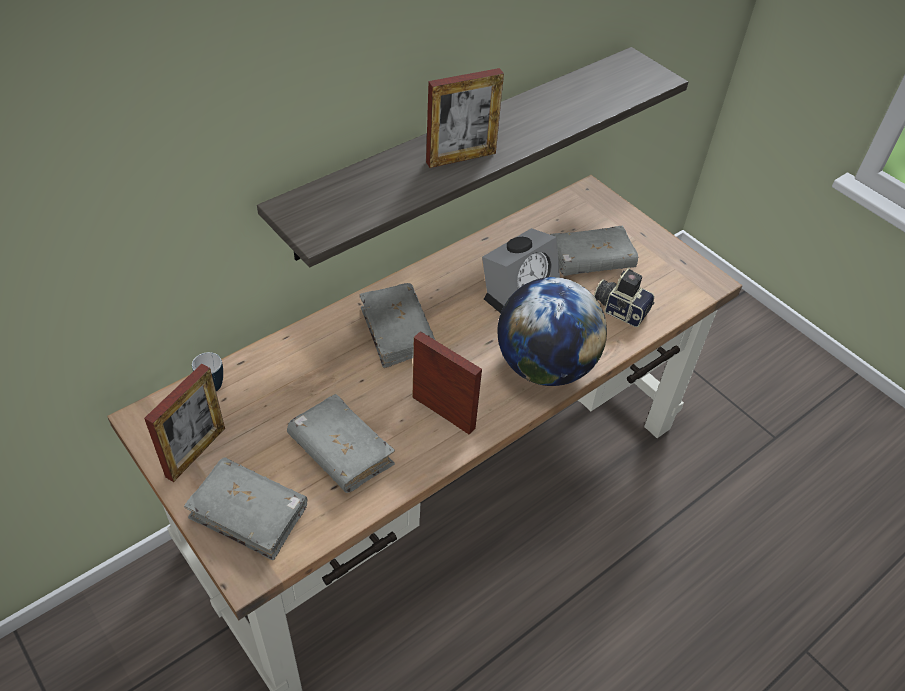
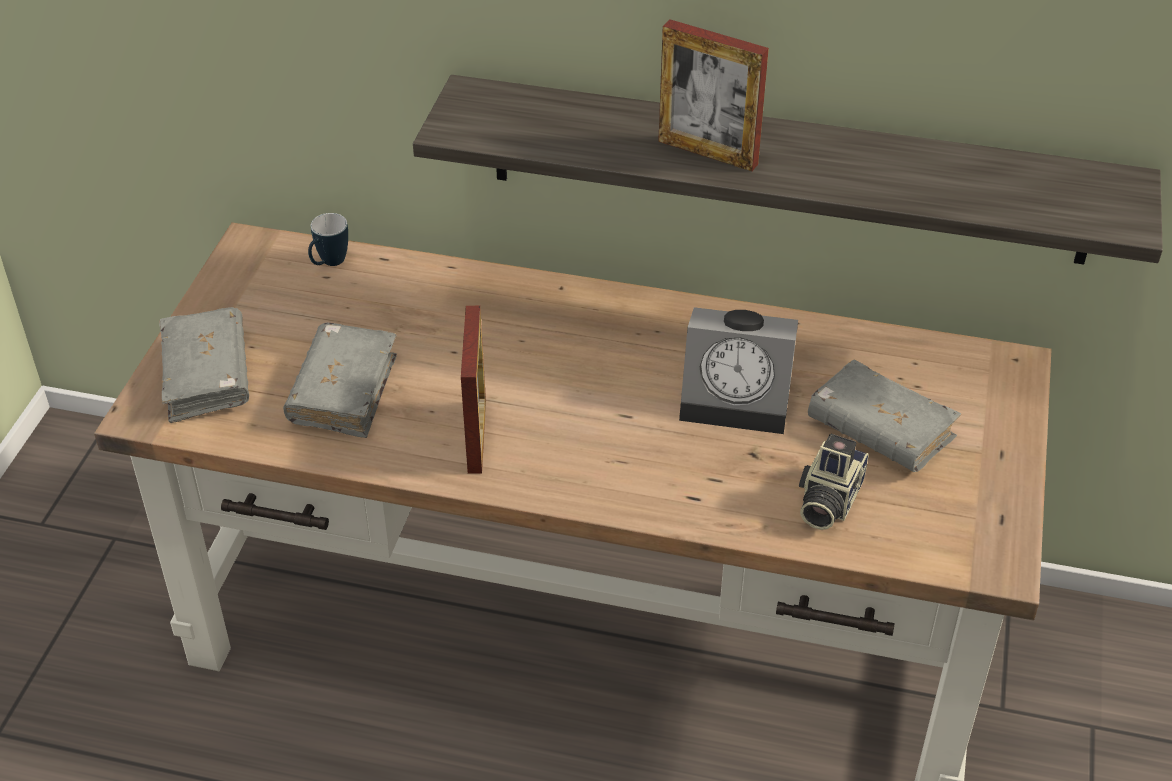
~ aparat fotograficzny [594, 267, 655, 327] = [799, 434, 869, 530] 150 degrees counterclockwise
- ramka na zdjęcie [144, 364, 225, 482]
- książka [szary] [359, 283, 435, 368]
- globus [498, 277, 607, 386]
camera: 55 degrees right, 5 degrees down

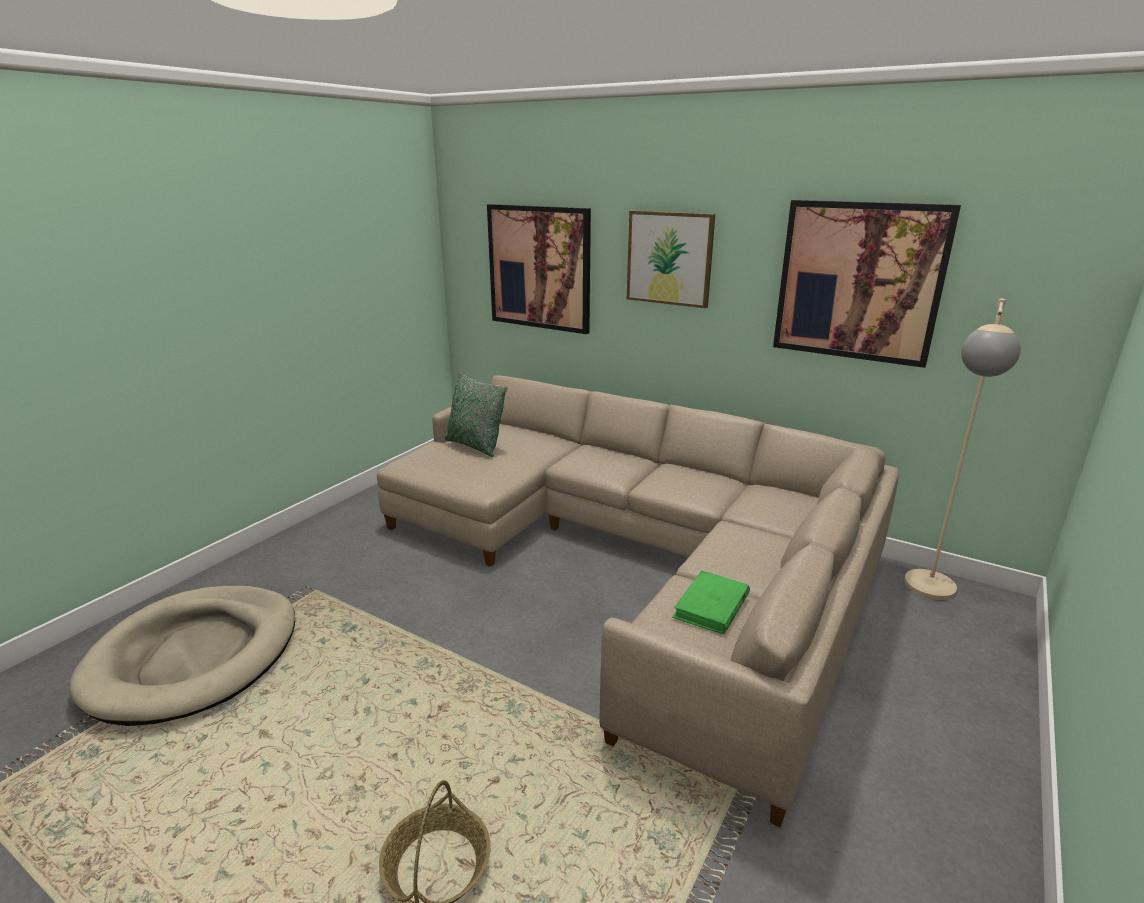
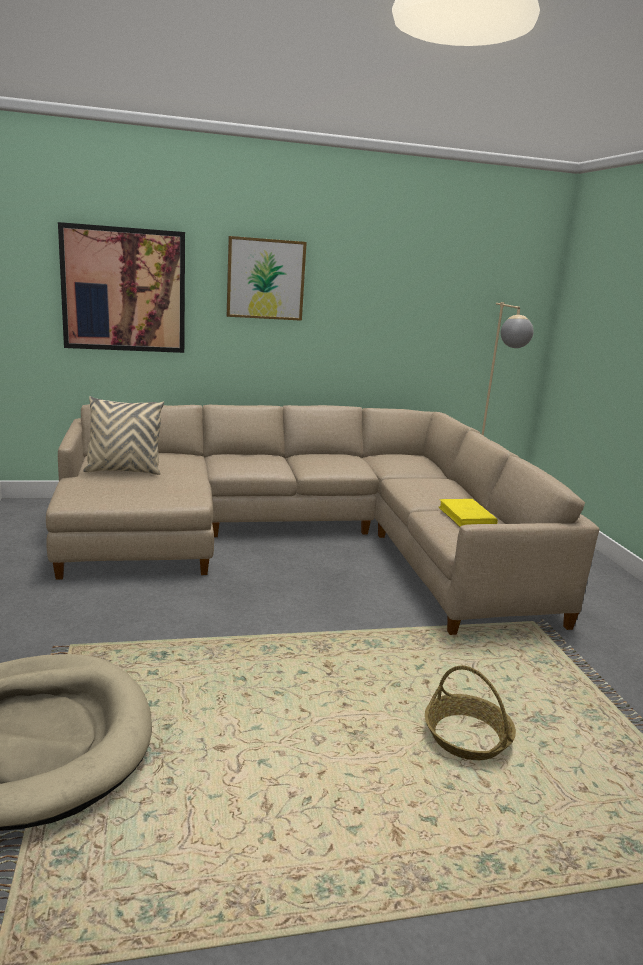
~ poduszka [zielony] [445, 372, 507, 457] to poduszka [beżowy] [83, 396, 164, 475]
~ książka [zielony] [672, 571, 750, 634] to książka [żółty] [439, 499, 498, 527]
- obraz [773, 200, 961, 368]
camera: 45 degrees left, 5 degrees down

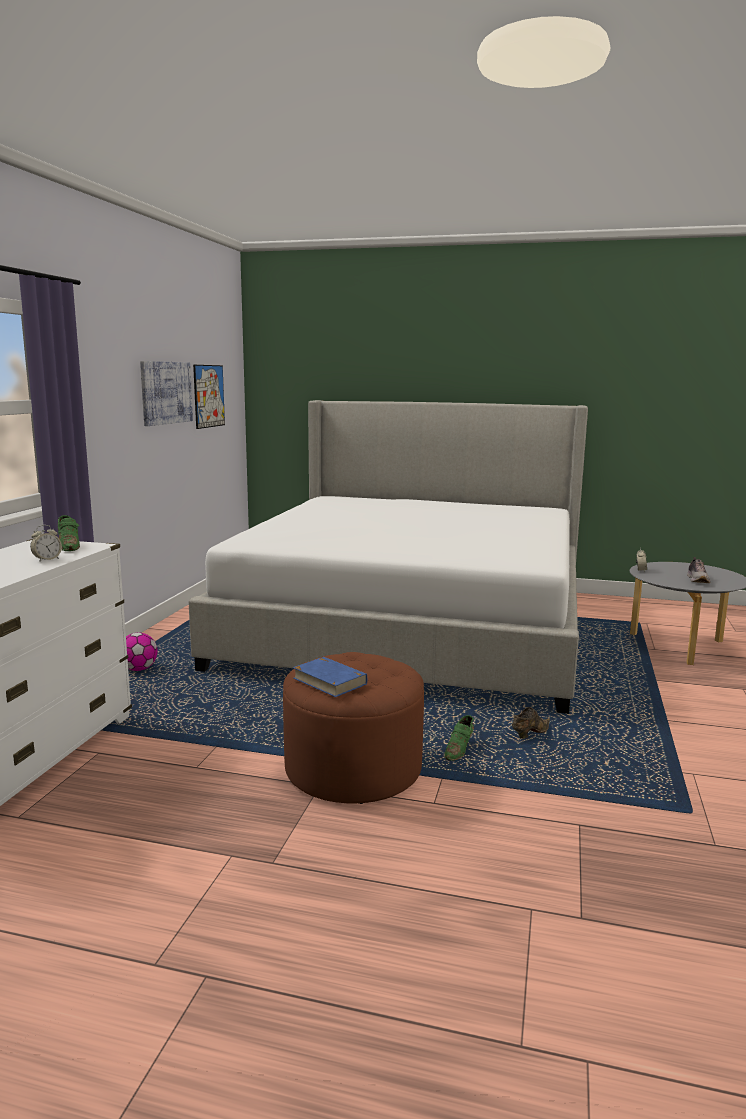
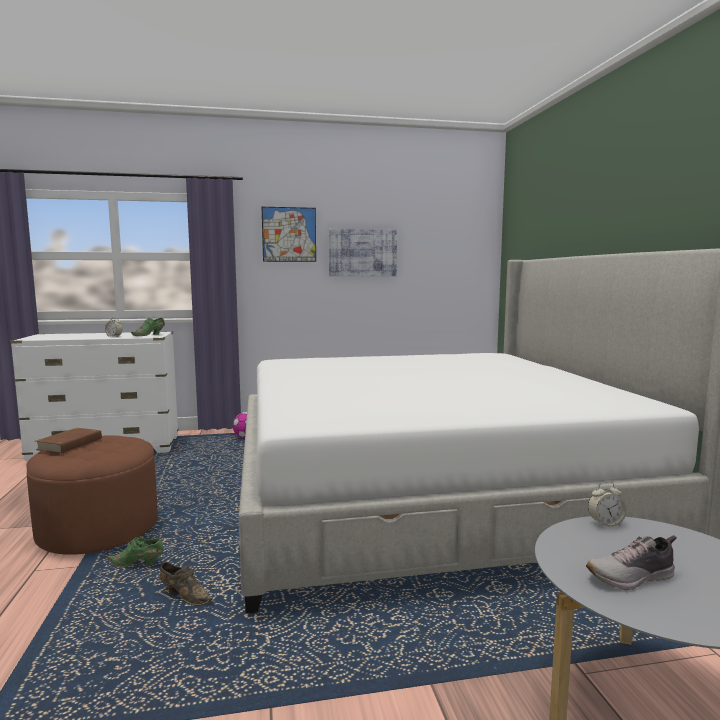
~ książka [niebieski] [293, 657, 367, 697] to książka [brązowy] [35, 428, 102, 453]
~ obraz [193, 365, 225, 429] to [262, 207, 316, 262]
camera: 65 degrees right, 5 degrees down

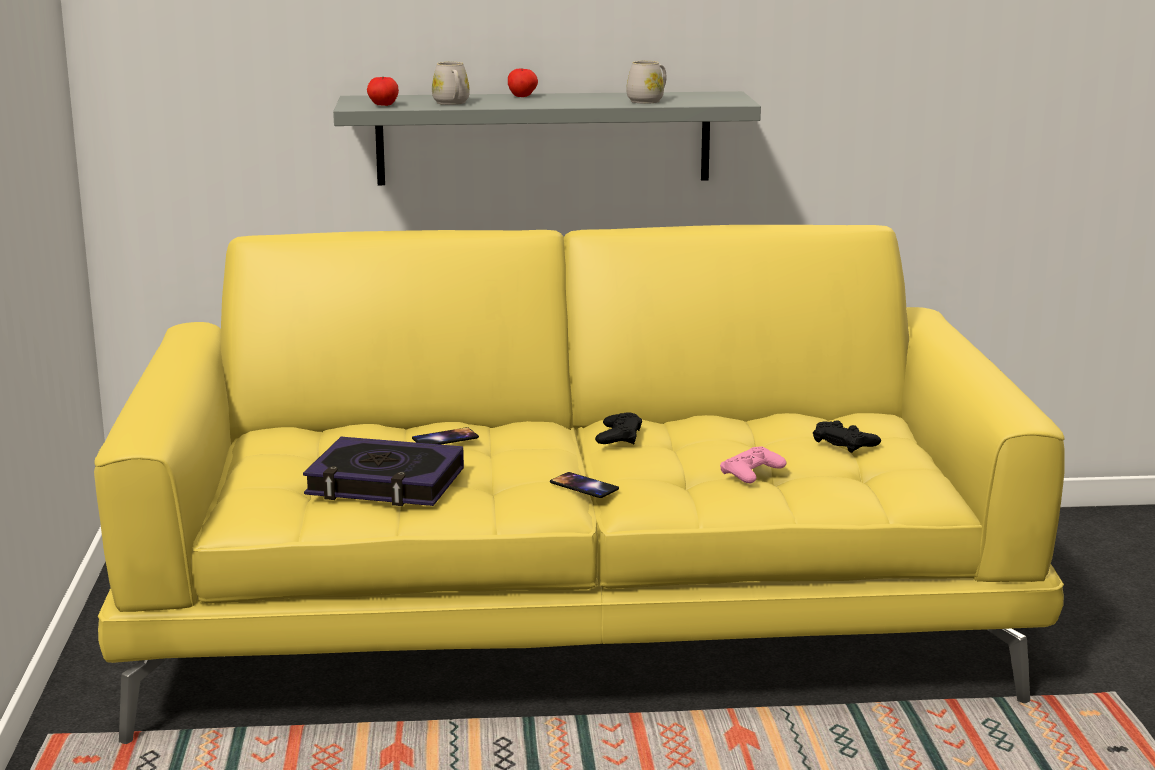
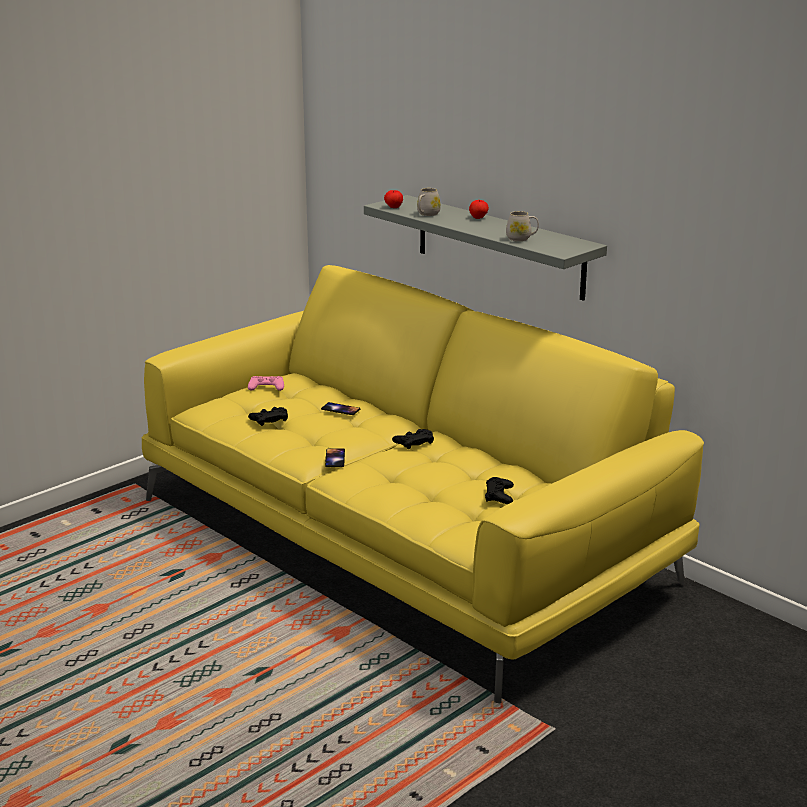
~ pad do gier [różowy] [720, 446, 786, 483] to [248, 376, 284, 391]
~ książka [303, 437, 464, 506] to pad do gier [czarny] [248, 407, 288, 426]
camera: 50 degrees right, 5 degrees up

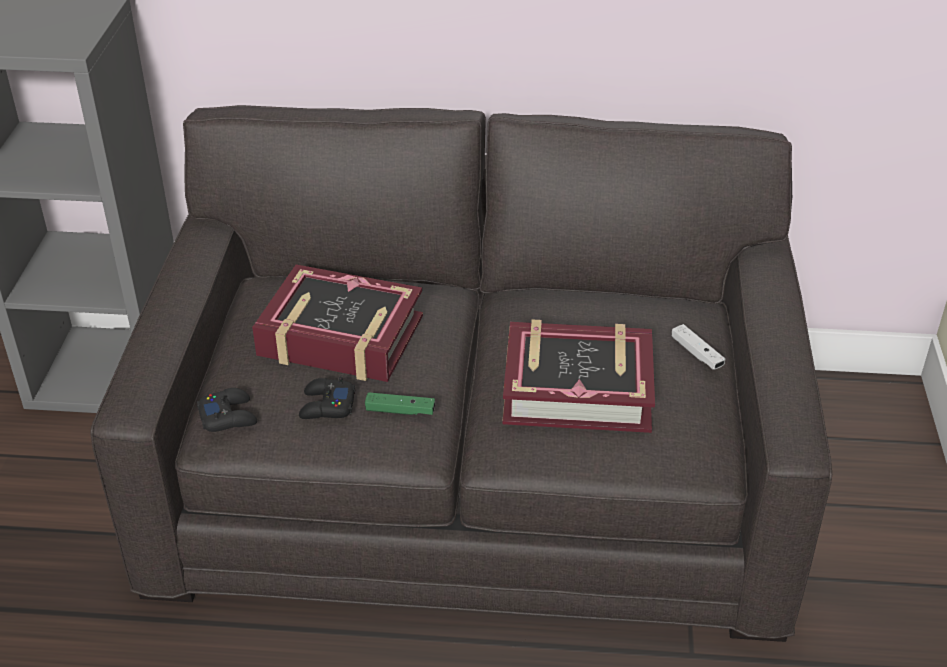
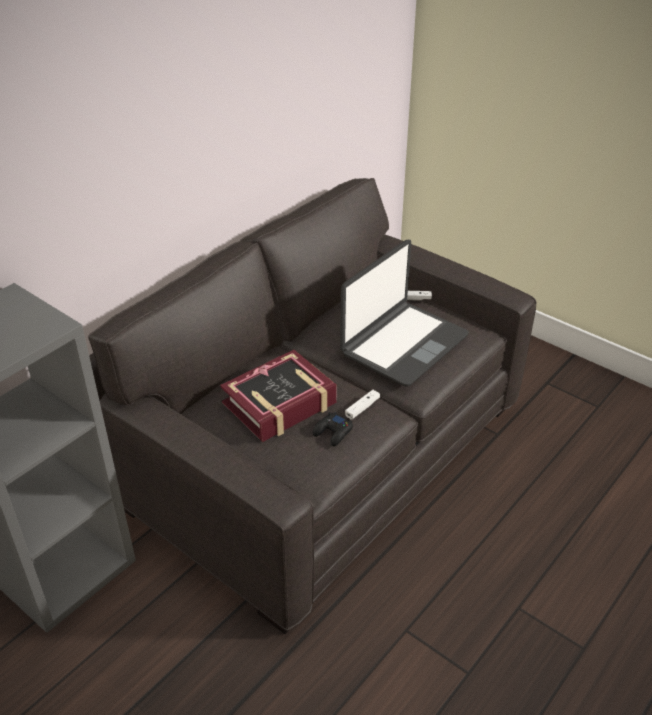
~ książka [502, 319, 655, 433] to laptop [340, 240, 469, 387]
~ pad do gier [zielony] [365, 392, 435, 415] to pad do gier [biały] [345, 390, 380, 420]
- pad do gier [czarny] [197, 388, 257, 432]
camera: 55 degrees left, 0 degrees up

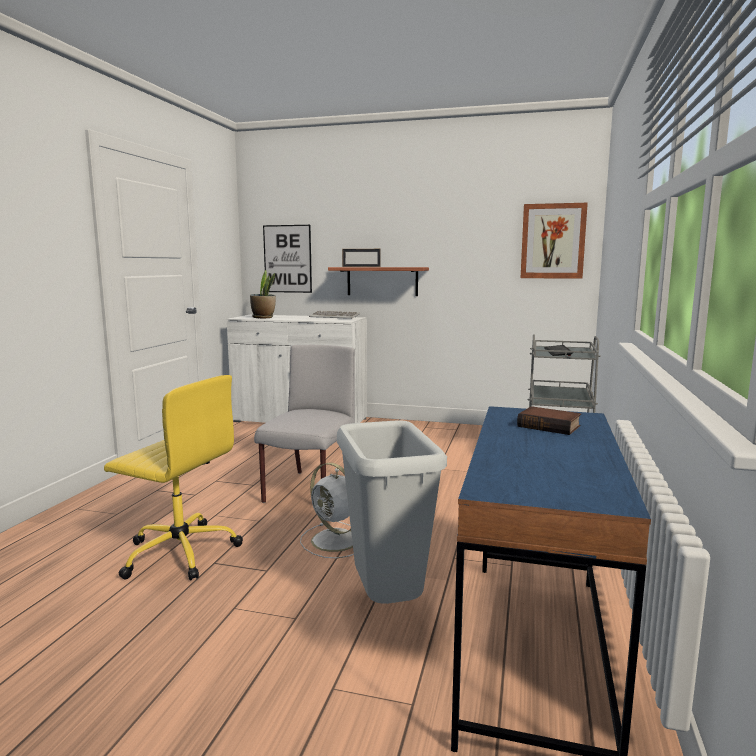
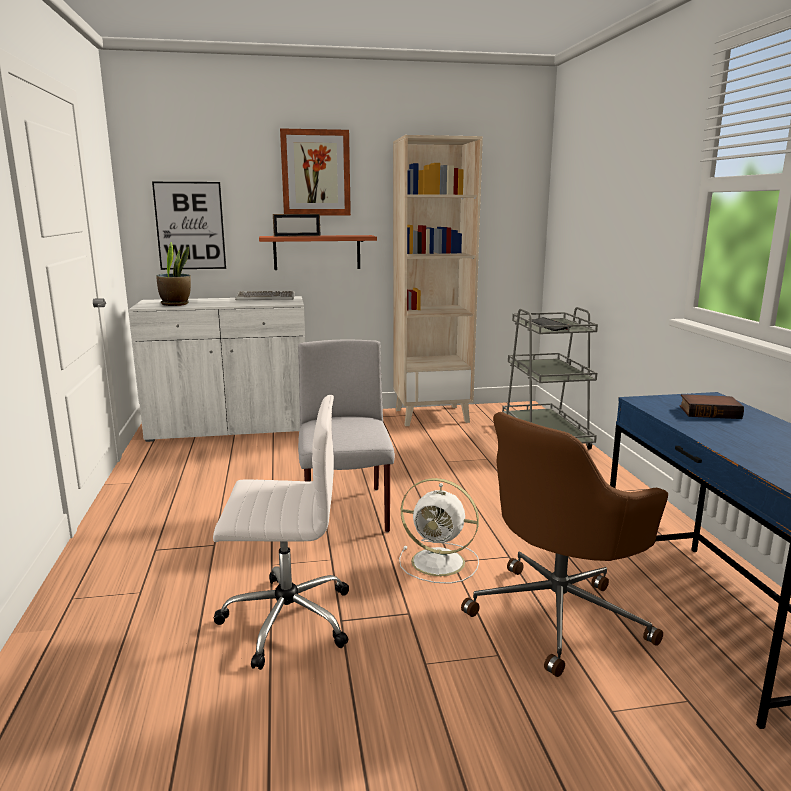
~ krzesło biurowe [żółty] [104, 375, 243, 581] to krzesło biurowe [biały] [213, 395, 349, 670]
~ obraz [521, 203, 588, 279] to [280, 128, 351, 216]
+ regał [beżowy] [393, 135, 483, 426]
~ kosz na śmieci [szary] [337, 420, 447, 604] to krzesło biurowe [brązowy] [461, 412, 668, 677]
camera: 25 degrees left, 5 degrees up

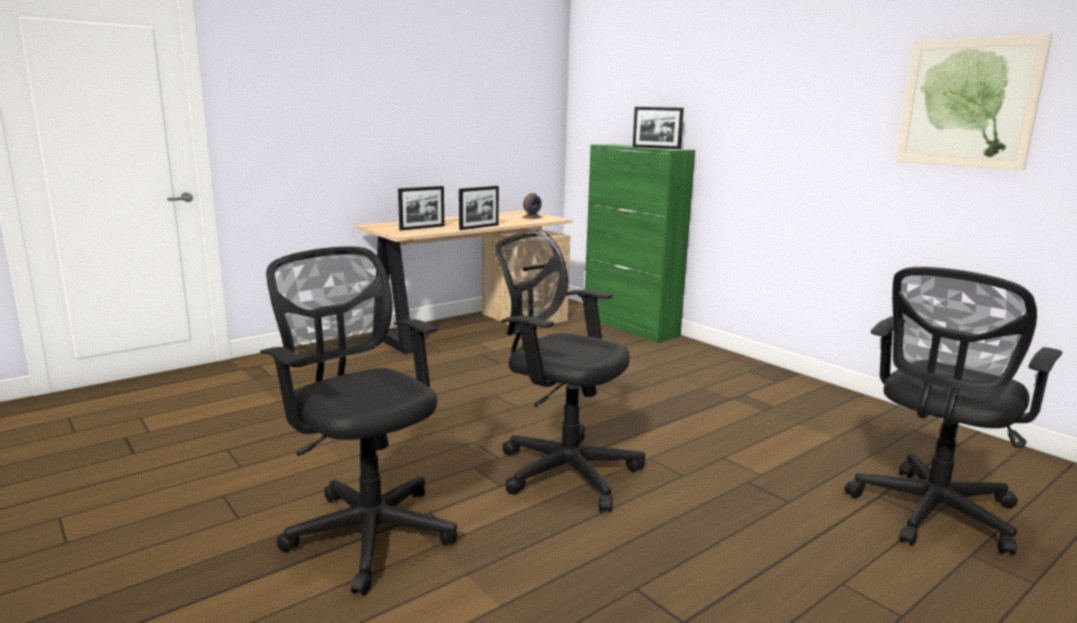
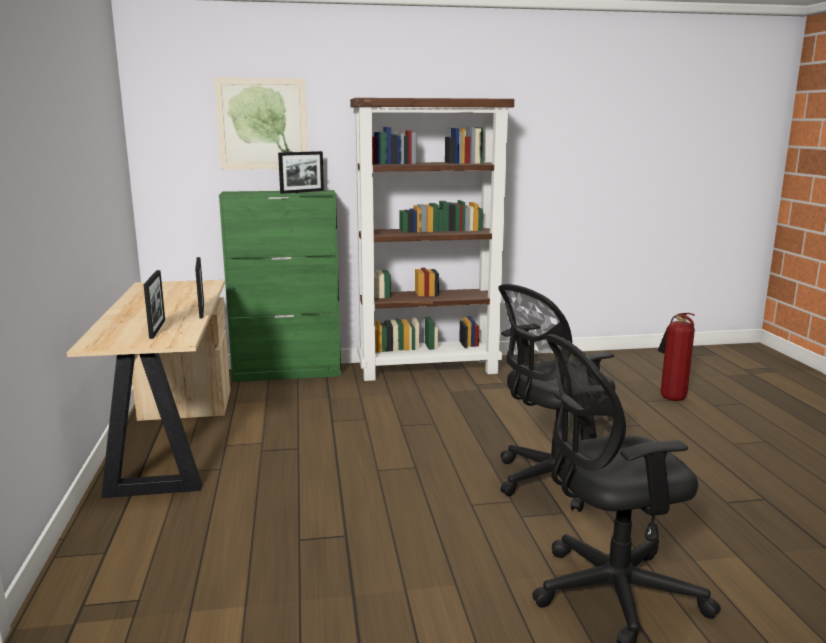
~ obraz [895, 34, 1052, 170] to [214, 77, 308, 169]
+ regał [brązowy] [350, 98, 514, 381]
~ krzesło biurowe [czarny] [845, 267, 1062, 555] to gaśnica [658, 313, 695, 401]
- budzik [521, 193, 543, 219]
camera: 60 degrees left, 0 degrees up

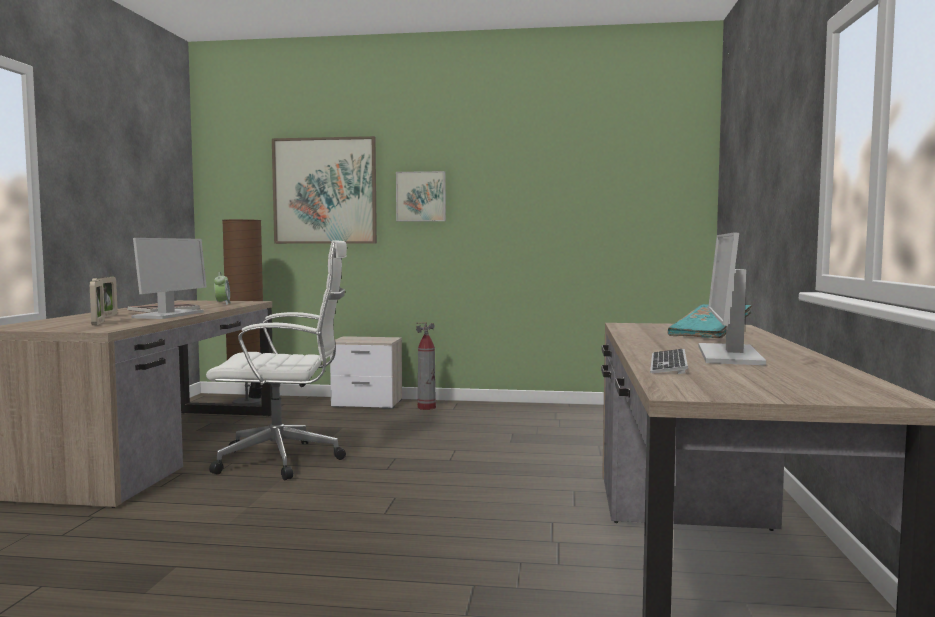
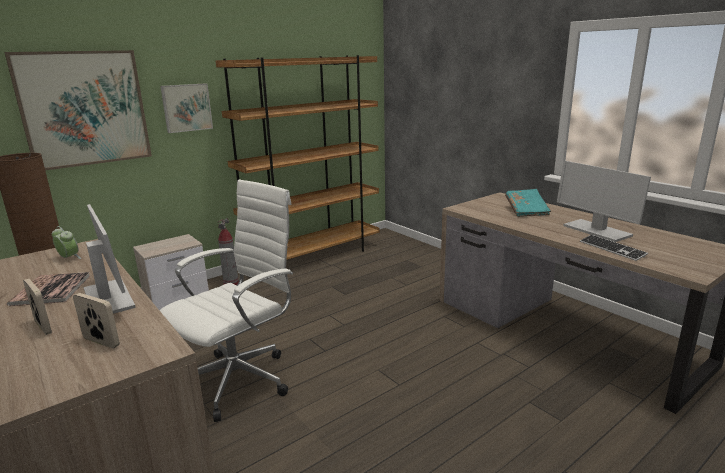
+ regał [brązowy] [216, 55, 380, 260]
camera: 45 degrees left, 15 degrees up

